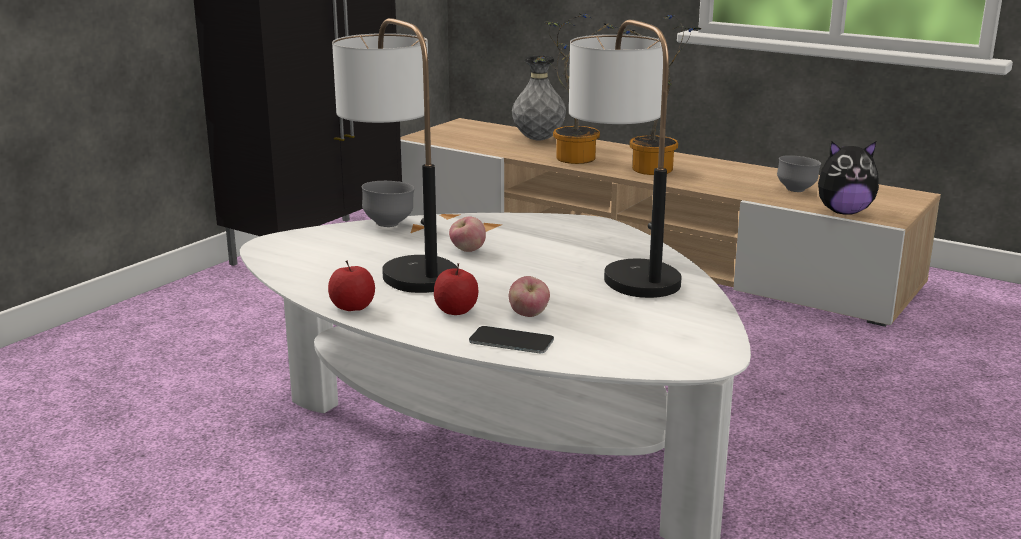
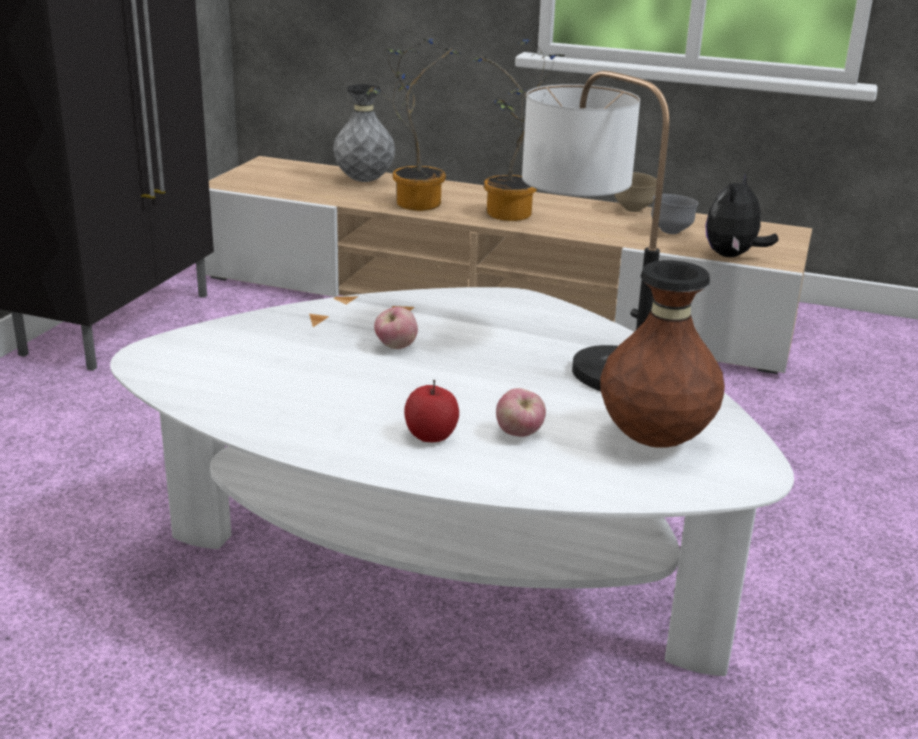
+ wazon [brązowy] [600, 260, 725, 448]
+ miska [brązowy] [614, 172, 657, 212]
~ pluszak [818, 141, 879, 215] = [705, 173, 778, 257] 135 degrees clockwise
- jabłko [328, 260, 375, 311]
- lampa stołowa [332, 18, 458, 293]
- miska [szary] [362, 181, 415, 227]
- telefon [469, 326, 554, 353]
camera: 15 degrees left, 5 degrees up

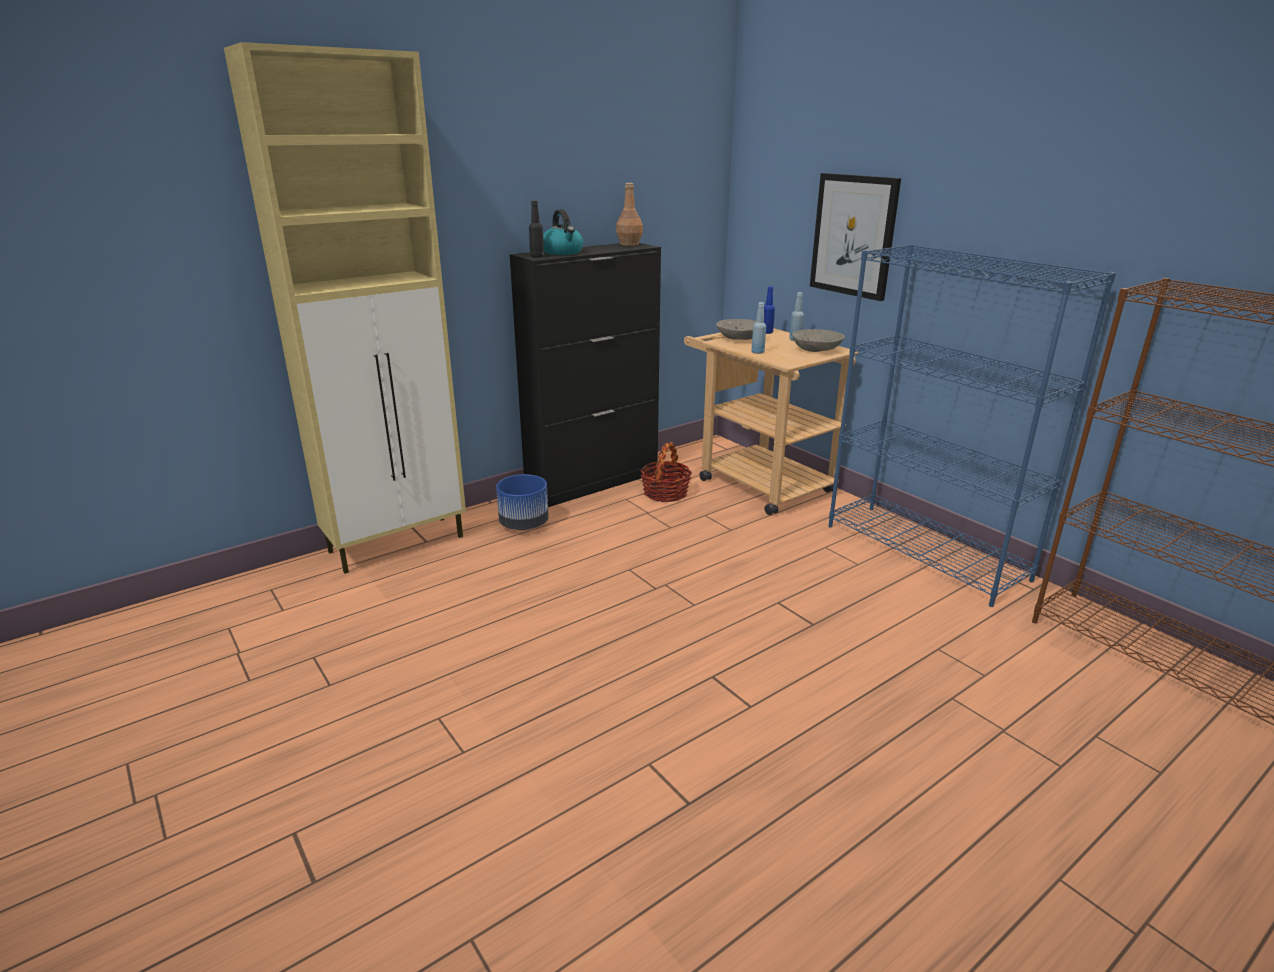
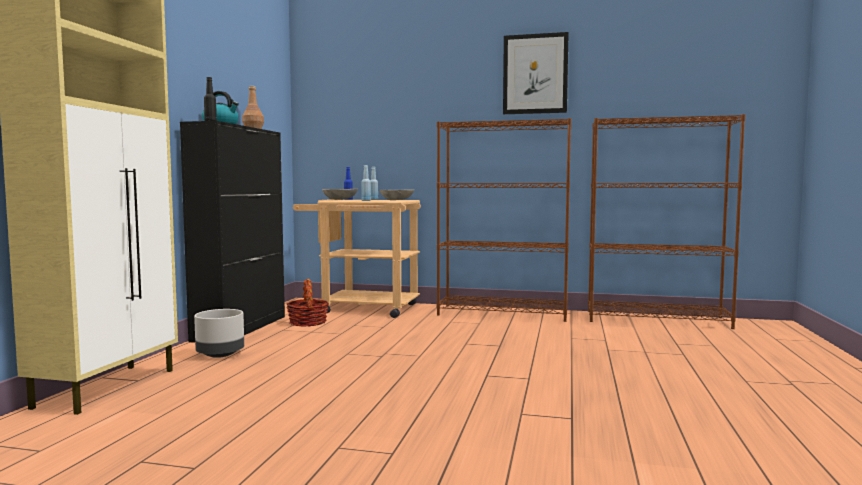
~ donica [niebieski] [496, 474, 549, 530] to donica [szary] [194, 309, 244, 358]
~ regał [niebieski] [828, 244, 1116, 607] to regał [brązowy] [437, 118, 571, 322]
~ obraz [810, 173, 901, 301] to [503, 32, 569, 114]
camera: 40 degrees left, 20 degrees down

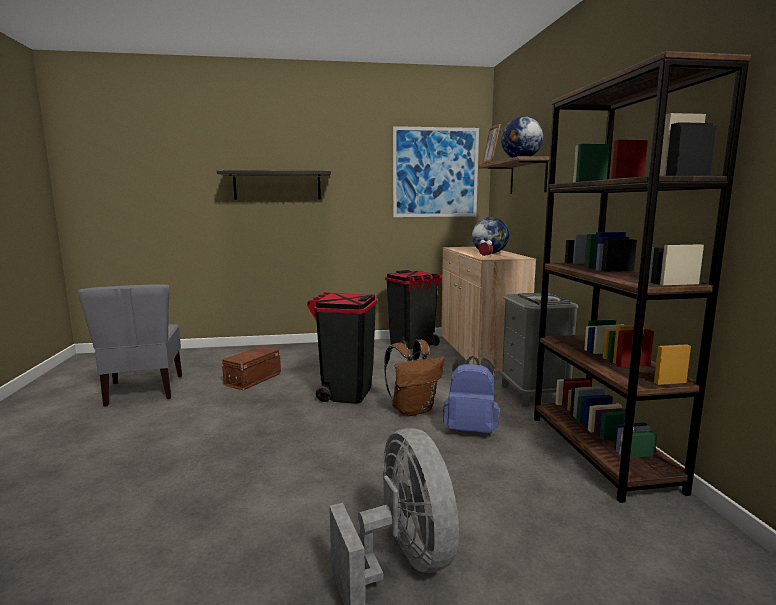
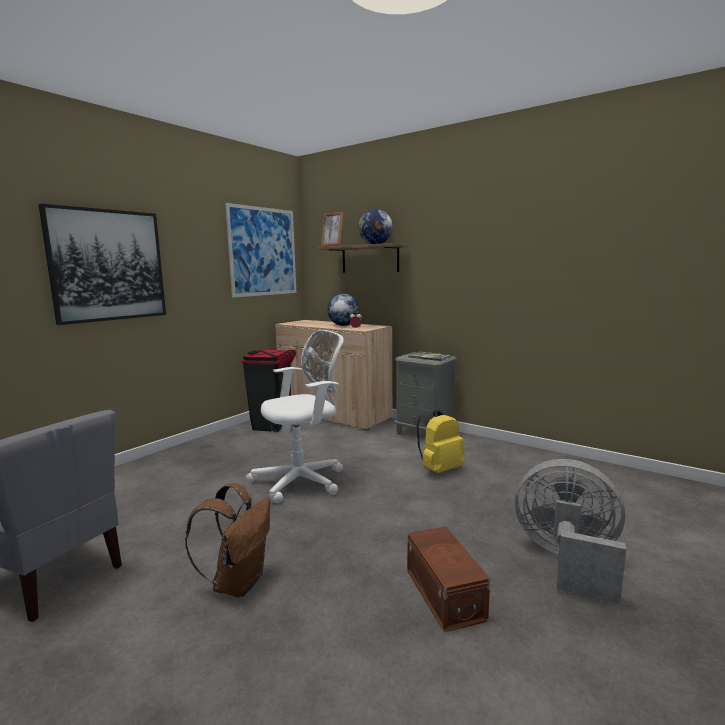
~ półka [217, 170, 331, 200] to obraz [38, 204, 166, 325]
~ plecak [brązowy] [384, 339, 444, 416] to [185, 483, 270, 598]
~ kosz na śmieci [czarny] [307, 292, 377, 404] to krzesło biurowe [biały] [246, 330, 344, 503]
~ pojemnik do przechowywania [brązowy] [222, 346, 281, 390] to [407, 527, 490, 632]
~ plecak [niebieski] [443, 356, 499, 434] to plecak [żółty] [416, 409, 464, 473]
- regał [brązowy] [534, 51, 751, 503]
camera: 45 degrees left, 0 degrees up

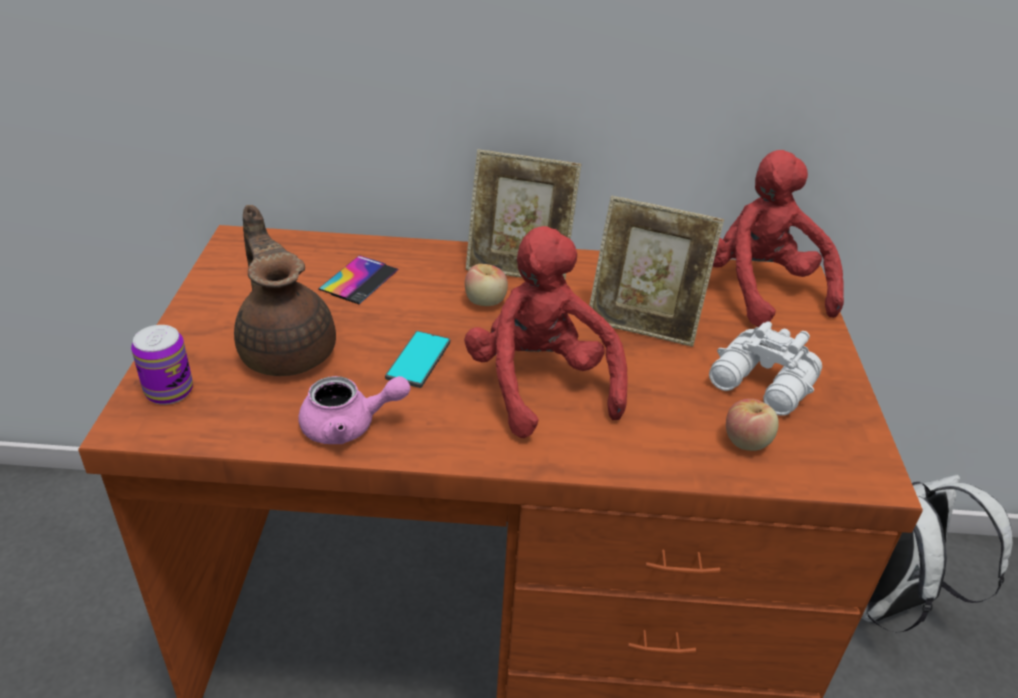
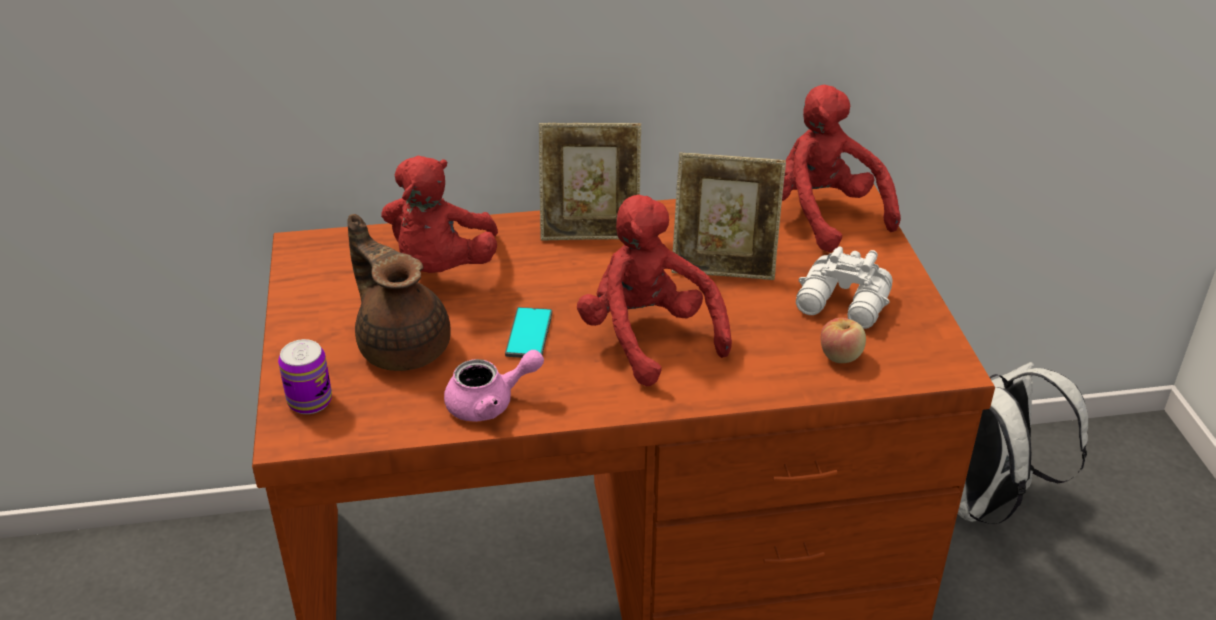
~ telefon [318, 255, 398, 304] to pluszak [czerwony] [381, 155, 498, 273]
- jabłko [465, 264, 508, 306]
camera: 10 degrees left, 0 degrees up

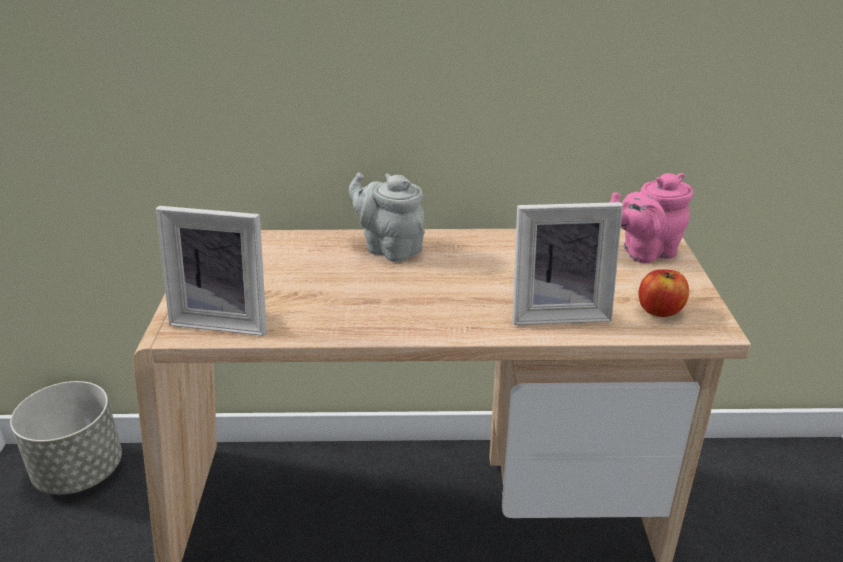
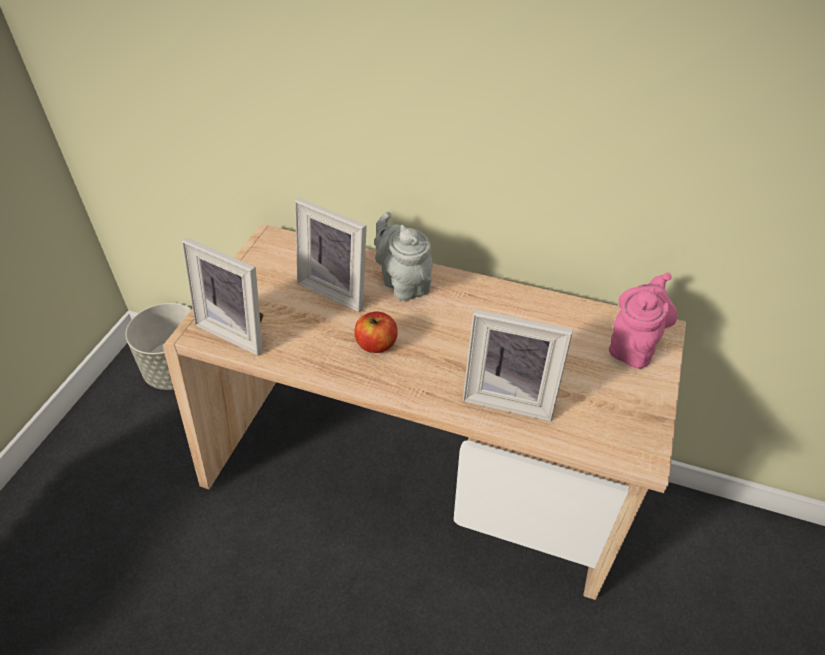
+ ramka na zdjęcie [295, 198, 367, 312]
~ jabłko [639, 269, 689, 317] to [355, 312, 397, 353]
~ imbryk [różowy] [610, 173, 693, 263] = [609, 273, 677, 369] 120 degrees clockwise
camera: 20 degrees right, 15 degrees up

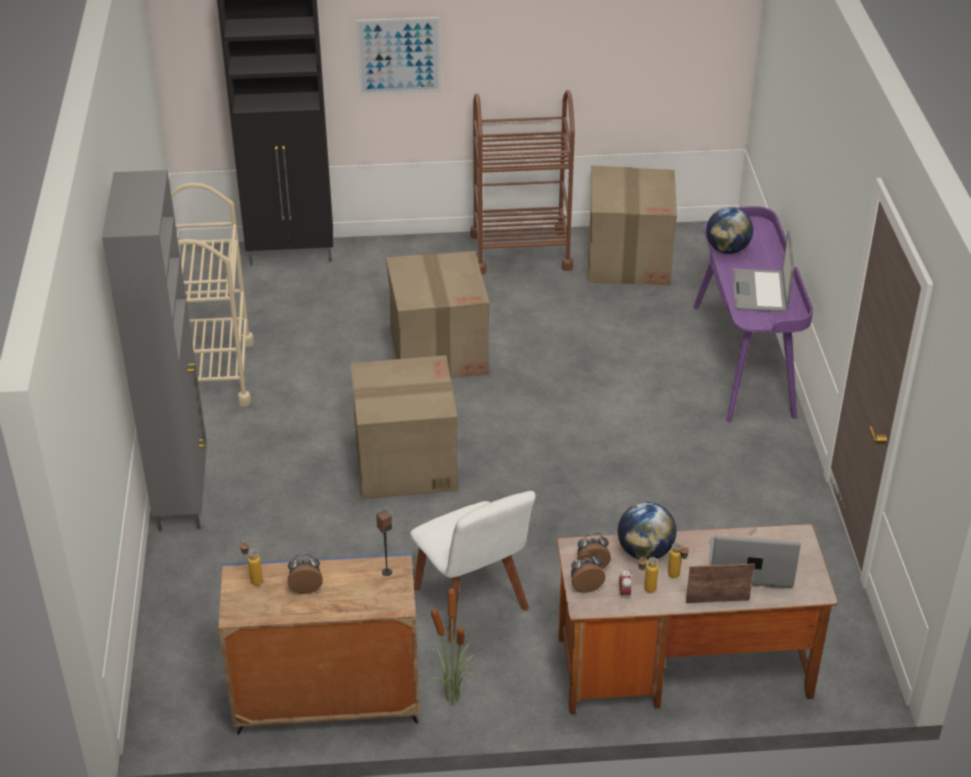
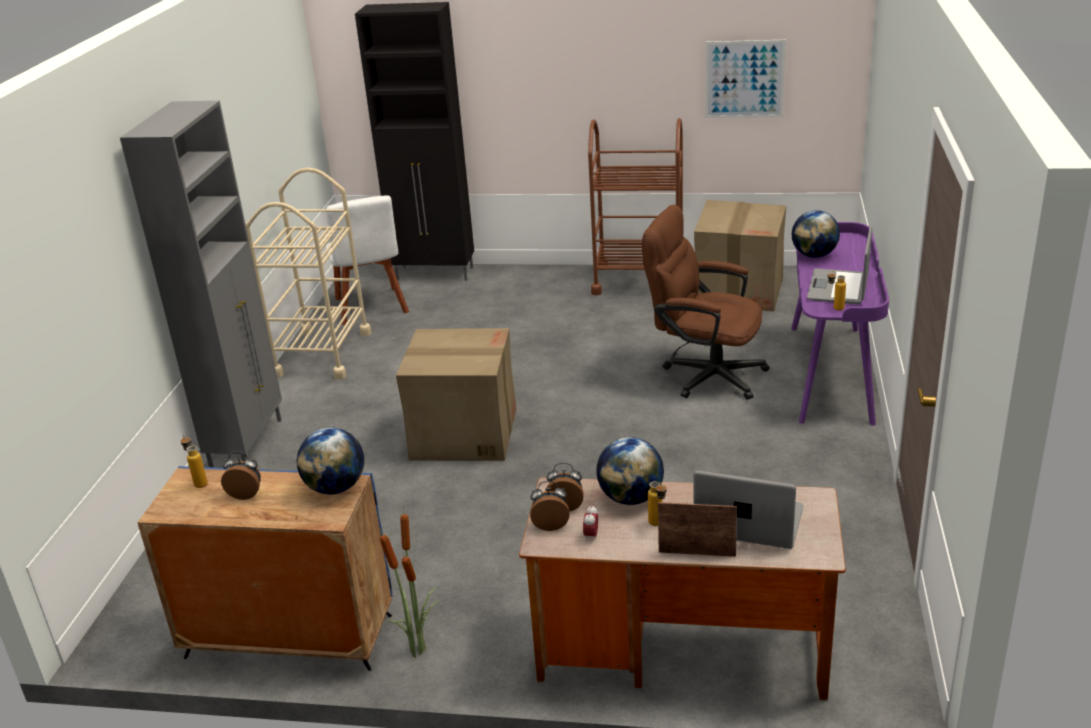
~ głośnik [376, 510, 392, 576] to globus [297, 427, 364, 494]
~ krzesło [biały] [410, 491, 535, 642] to [325, 195, 409, 325]
+ krzesło biurowe [brązowy] [642, 205, 770, 400]
~ obraz [356, 17, 441, 95] to [705, 40, 786, 118]
~ butelka [638, 557, 658, 593] to [827, 271, 846, 310]
- karton [386, 251, 490, 379]
camera: 15 degrees right, 10 degrees down

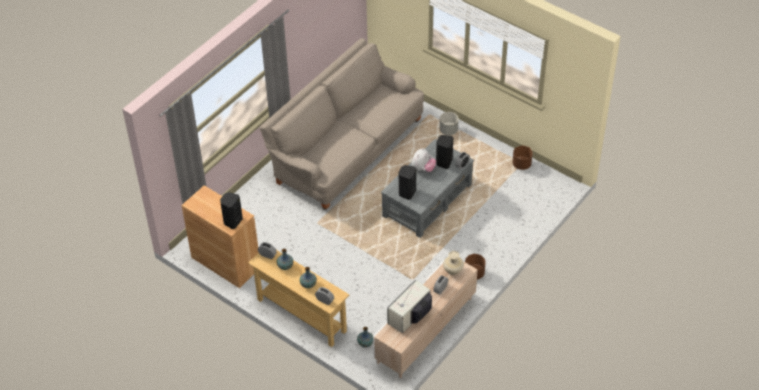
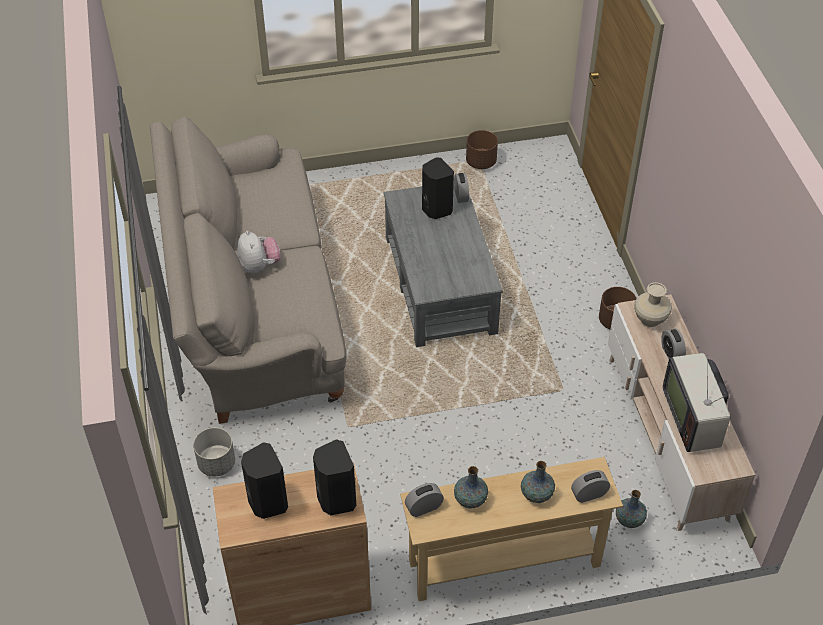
~ donica [szary] [440, 112, 459, 135] to [193, 428, 235, 476]
~ pluszak [411, 148, 436, 172] to [237, 231, 281, 274]
~ głośnik [czarny] [399, 165, 416, 200] to [241, 442, 288, 519]
camera: 50 degrees left, 0 degrees up

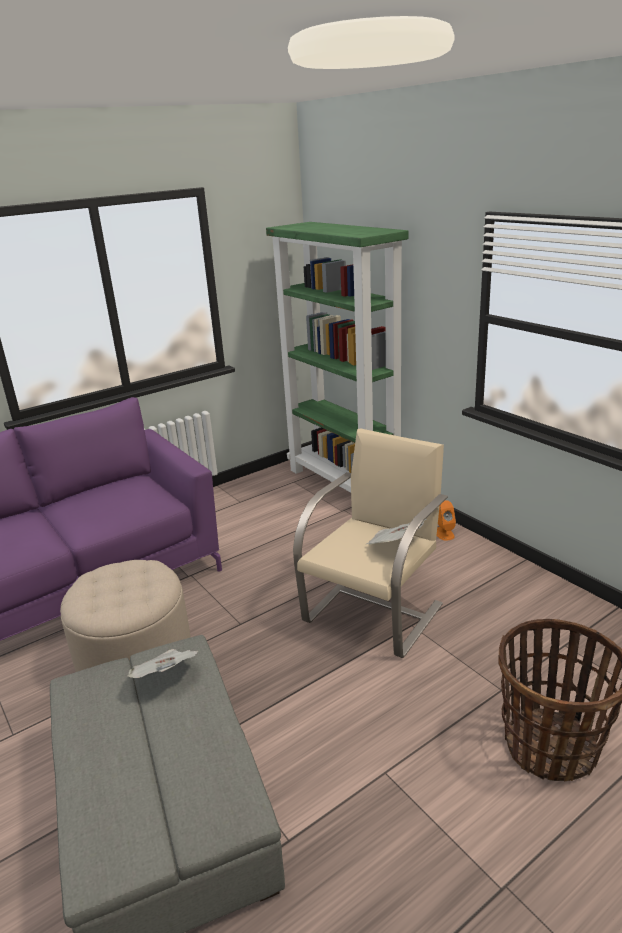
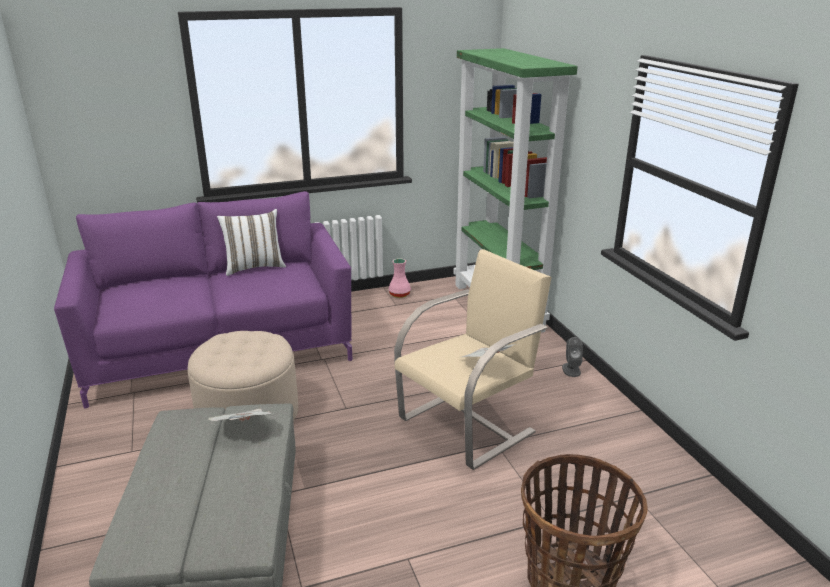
+ poduszka [biały] [217, 209, 286, 276]
+ wazon [różowy] [388, 258, 411, 298]
~ głośnik [pomarańczowy] [436, 500, 456, 541] to głośnik [szary] [562, 337, 583, 377]
camera: 15 degrees right, 0 degrees up

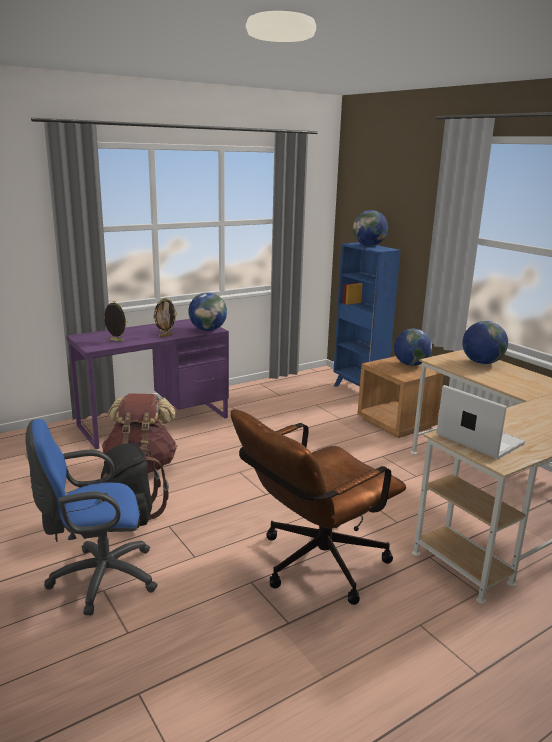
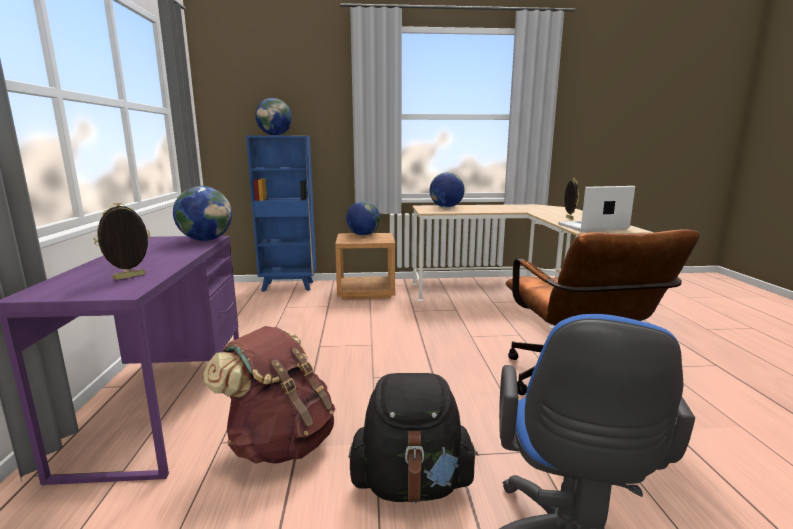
~ ramka na zdjęcie [153, 298, 177, 337] to [564, 178, 579, 220]
camera: 60 degrees left, 5 degrees down

